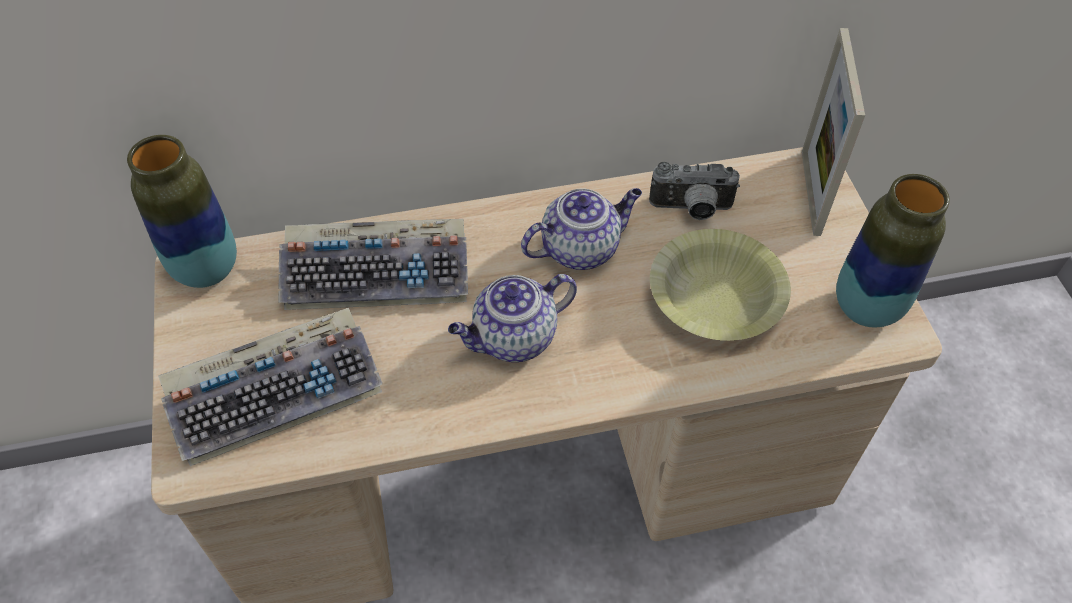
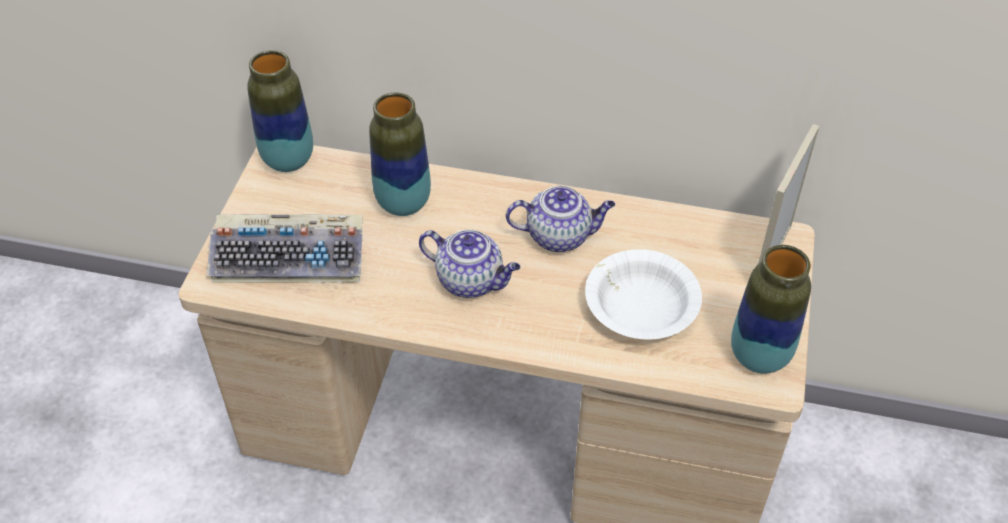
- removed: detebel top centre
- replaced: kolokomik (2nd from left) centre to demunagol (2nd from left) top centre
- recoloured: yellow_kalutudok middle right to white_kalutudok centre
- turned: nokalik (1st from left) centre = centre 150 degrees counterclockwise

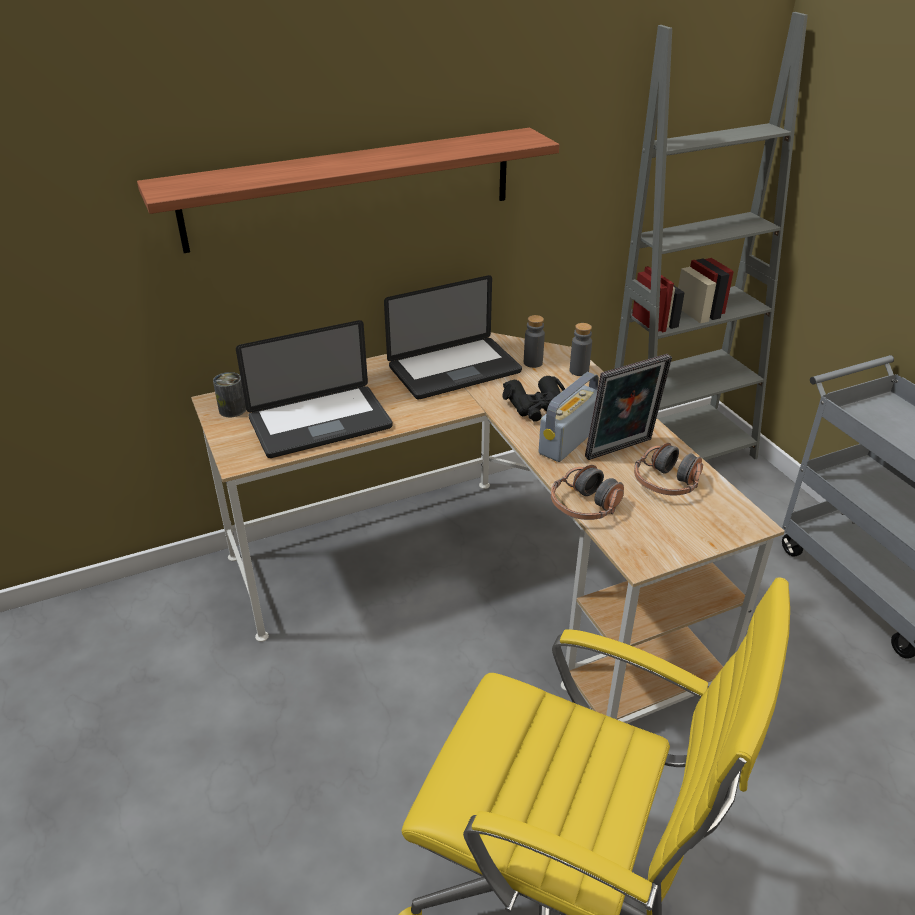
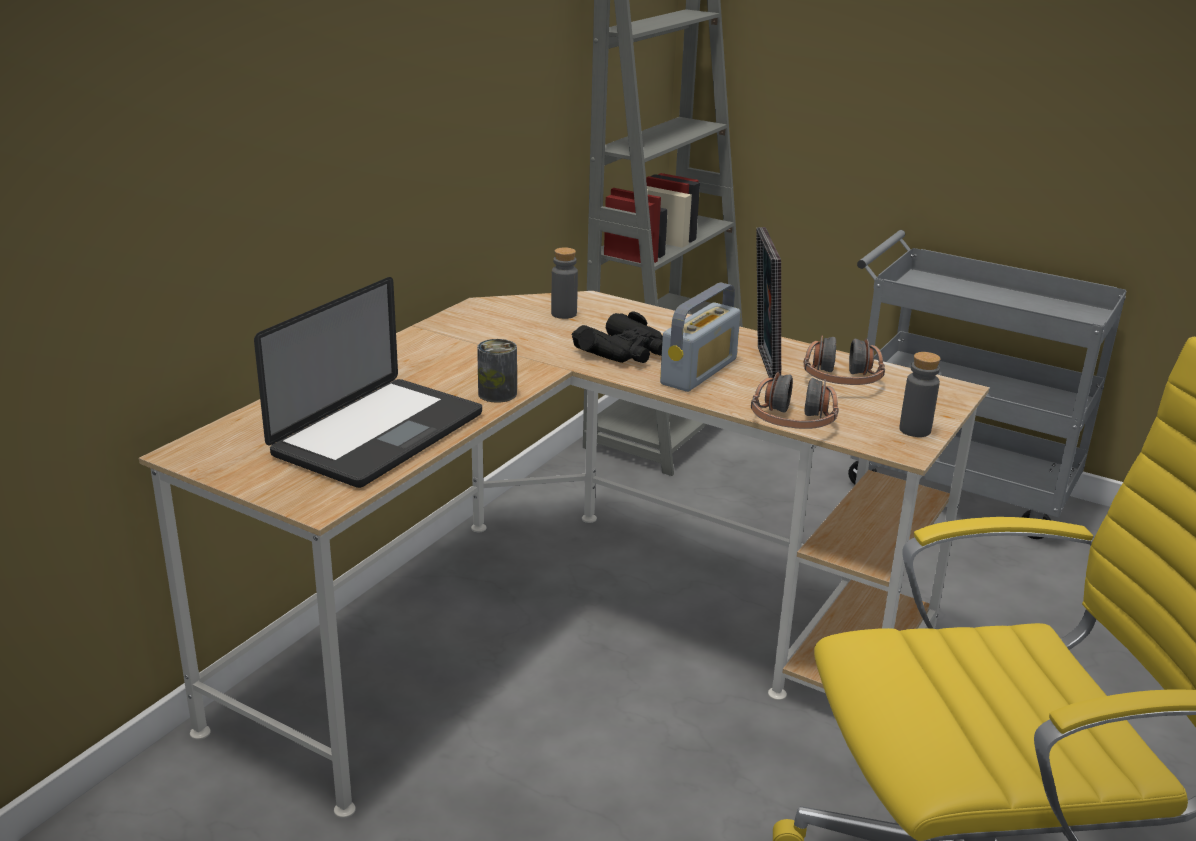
- removed: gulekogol top centre
- removed: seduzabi (2nd from left) centre
- moved: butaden middle left to centre
- moved: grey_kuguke (2nd from left) centre to middle right
- turned: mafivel centre = centre 150 degrees counterclockwise
- turned: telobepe middle right = centre 150 degrees clockwise

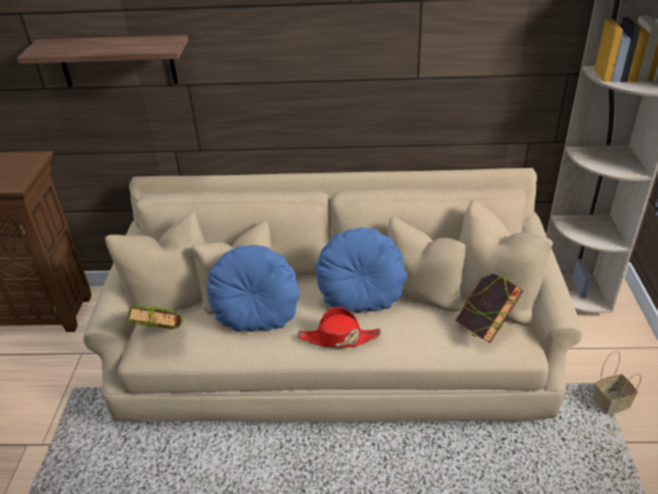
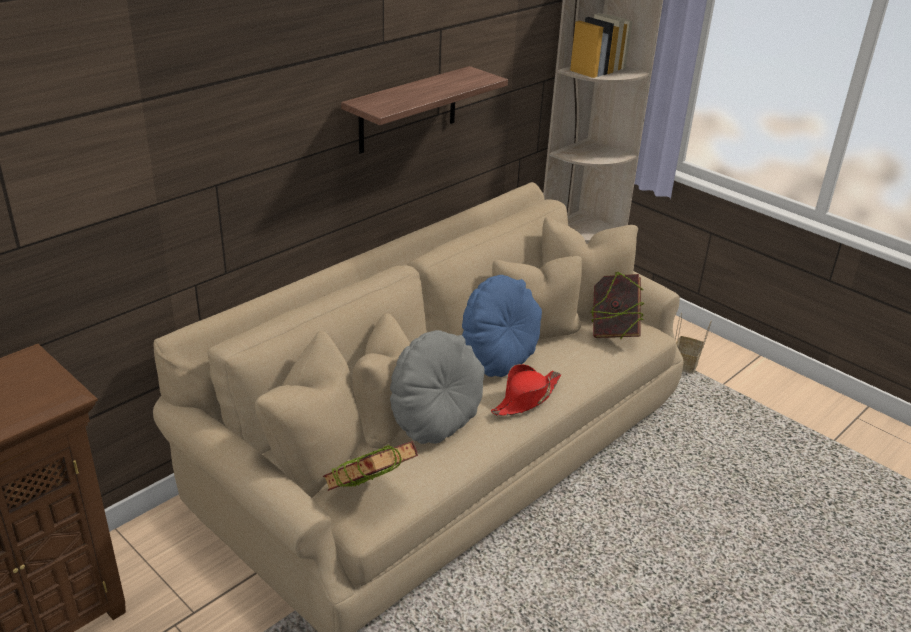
- moved: gulekogol top left to top centre
- recoloured: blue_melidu (1st from left) centre to grey_melidu centre

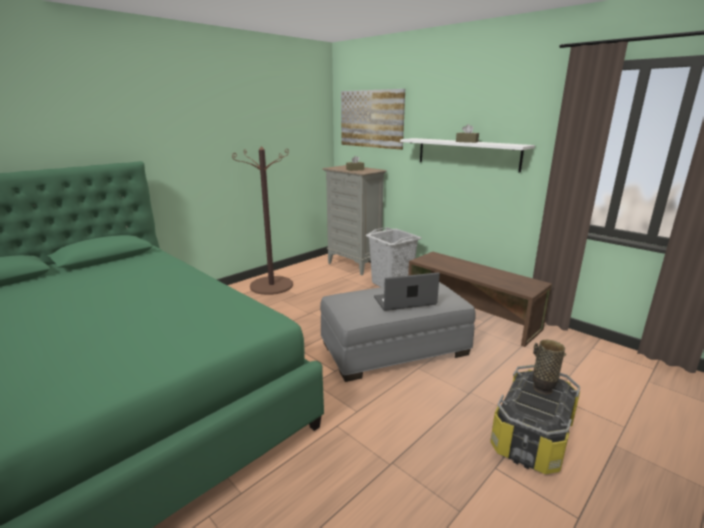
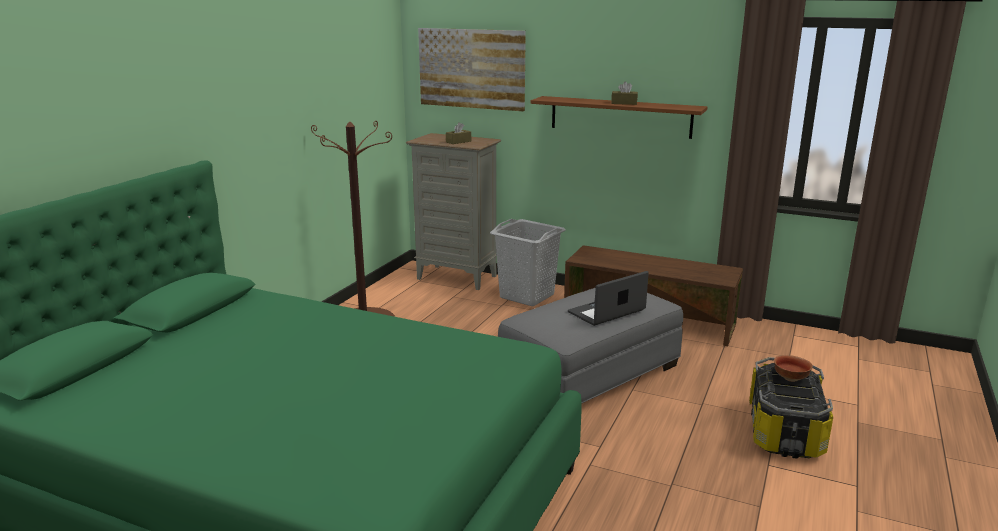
- replaced: demunagol bottom right to kalutudok bottom right
- recoloured: white_gulekogol top centre to brown_gulekogol top centre

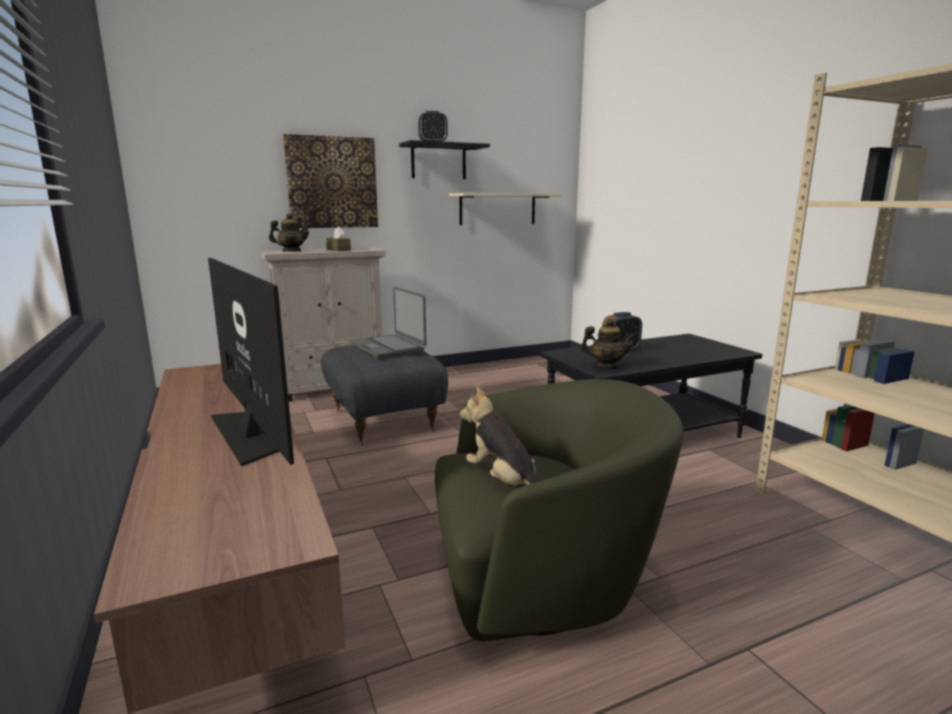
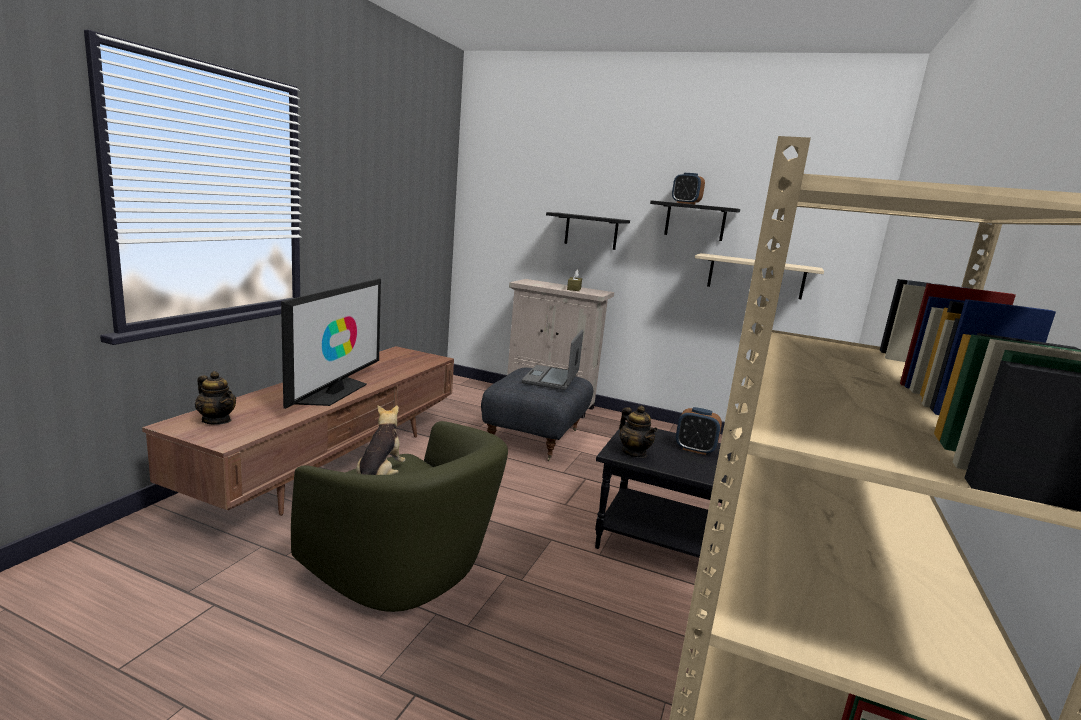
- moved: nokalik (1st from left) top left to middle left
- replaced: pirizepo top centre to black_gulekogol (1st from left) top centre

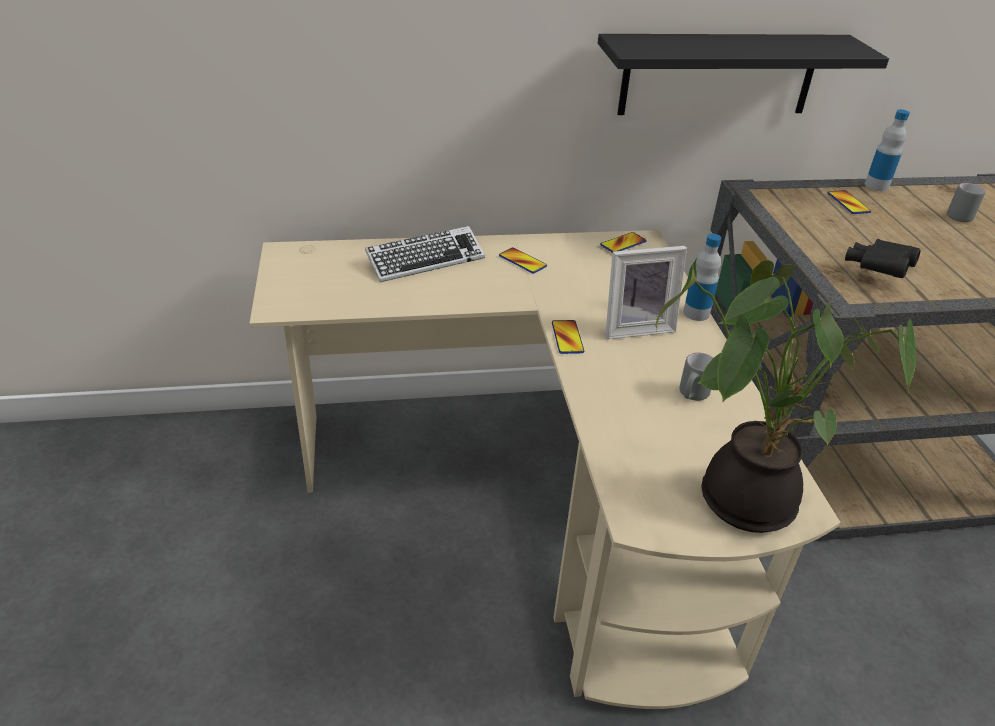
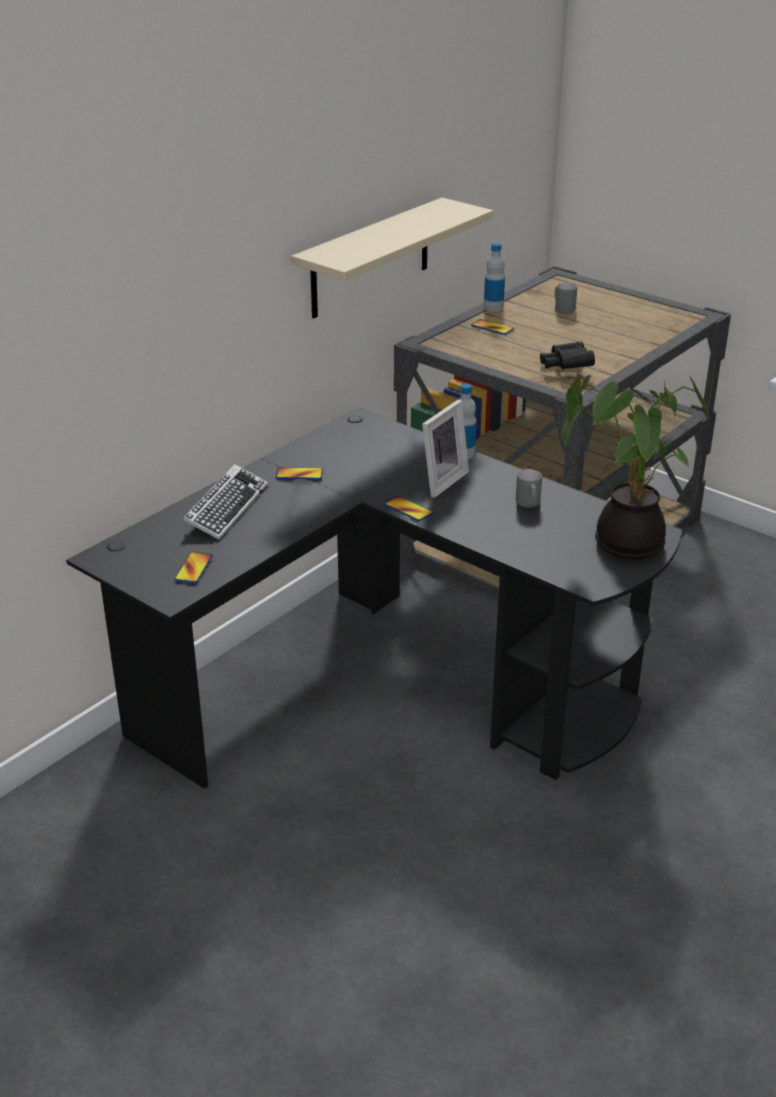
- moved: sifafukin (3rd from left in the first image) centre to sifafukin (1st from left) middle left
- recoloured: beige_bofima centre to black_bofima centre
- recoloured: black_gulekogol top right to beige_gulekogol top centre

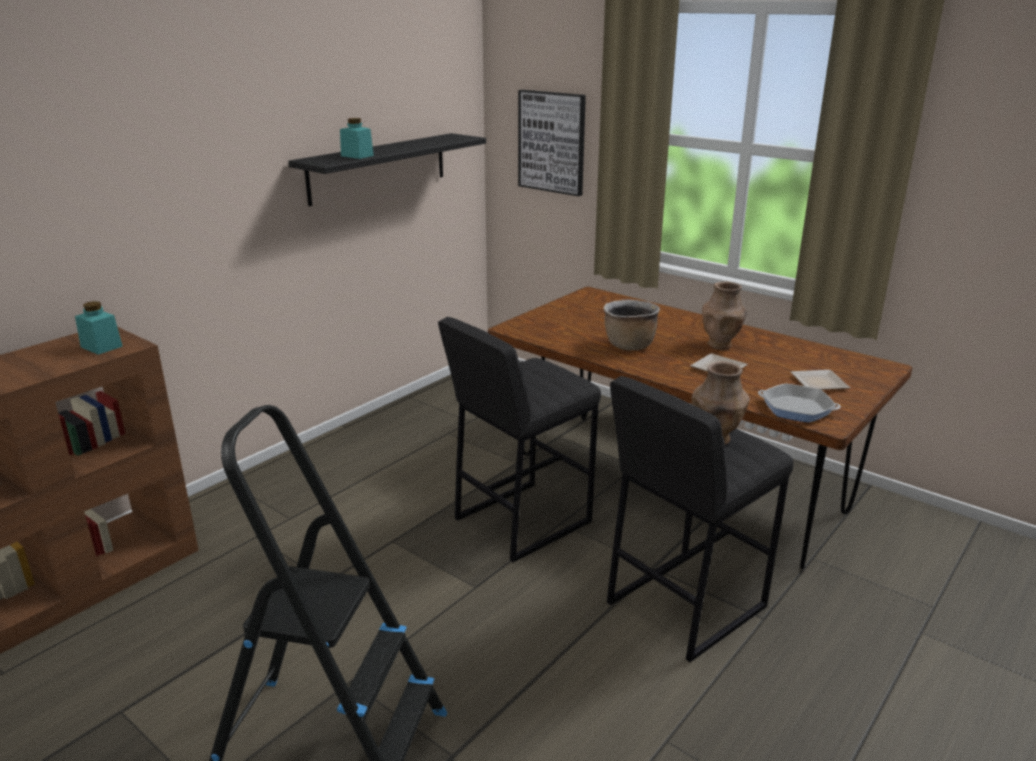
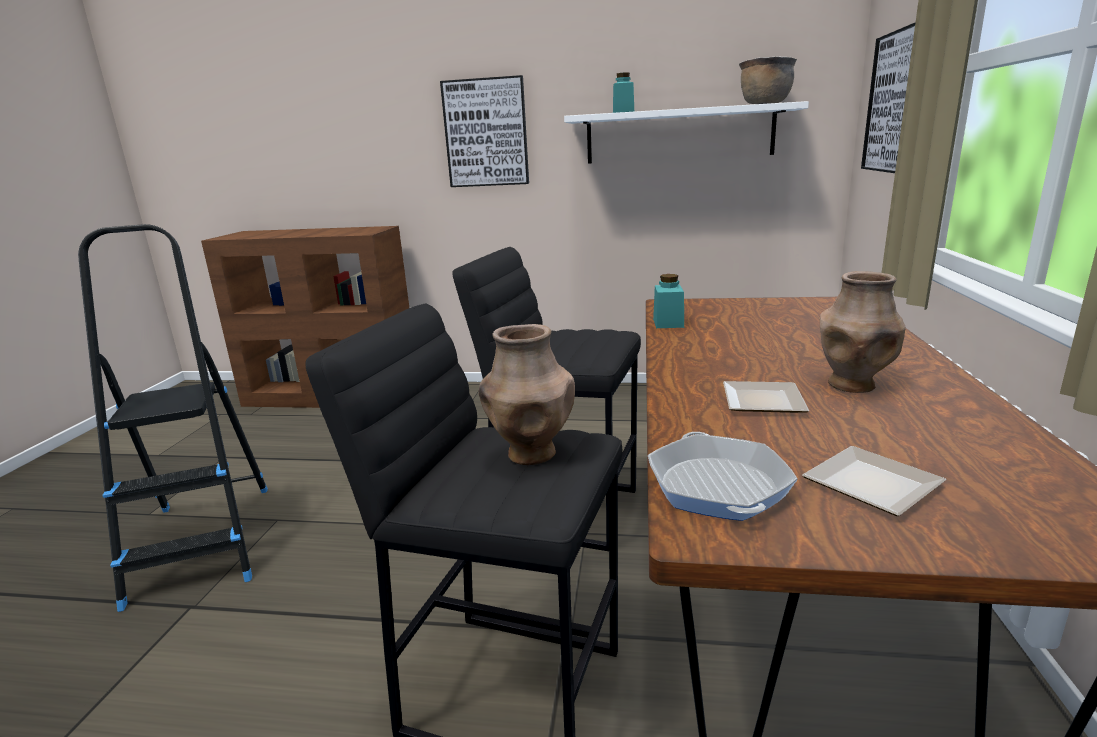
- added: pirizepo (1st from left) top centre
- moved: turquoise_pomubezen (1st from left in the first image) middle left to turquoise_pomubezen (2nd from left) centre
- moved: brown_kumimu centre to top right
- recoloured: black_gulekogol top centre to white_gulekogol top centre

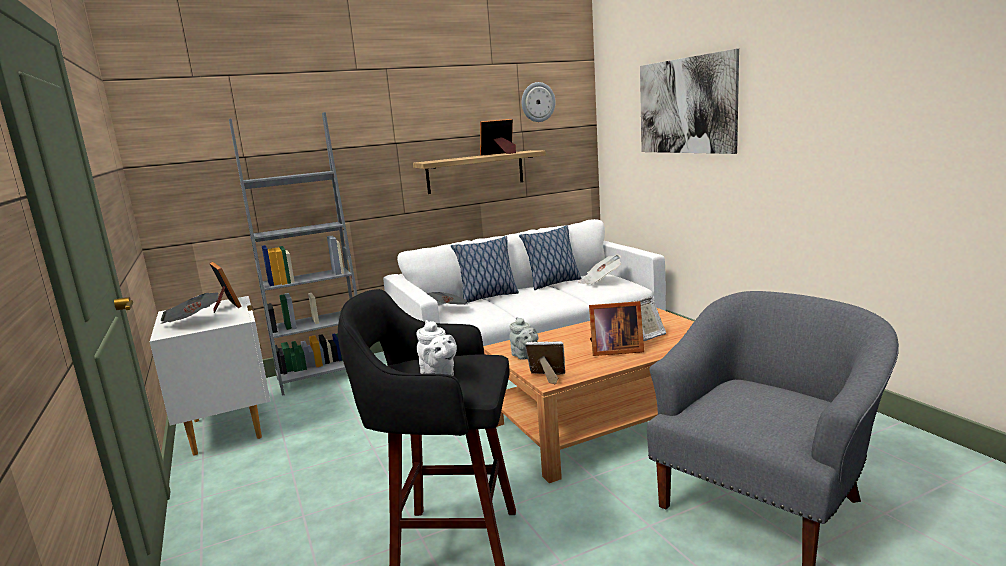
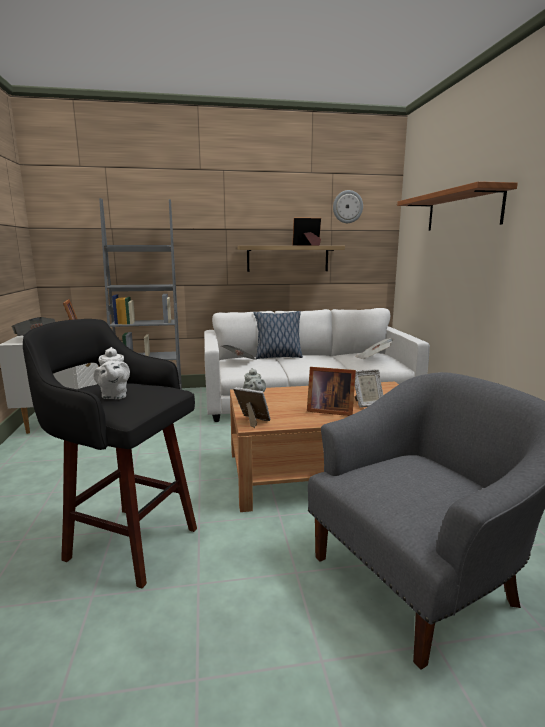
- removed: melidu (2nd from left) centre
- replaced: pirizepo top right to gulekogol (2nd from left) top right

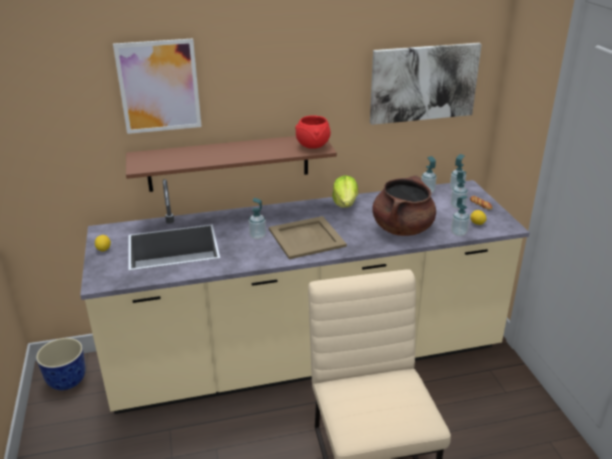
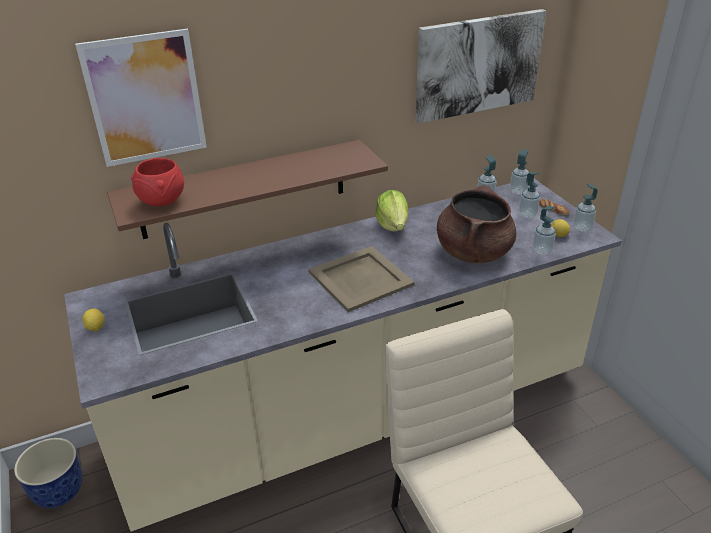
- moved: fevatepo (1st from left in the first image) centre to fevatepo (5th from left) middle right
- moved: red_kalutudok top centre to middle left

